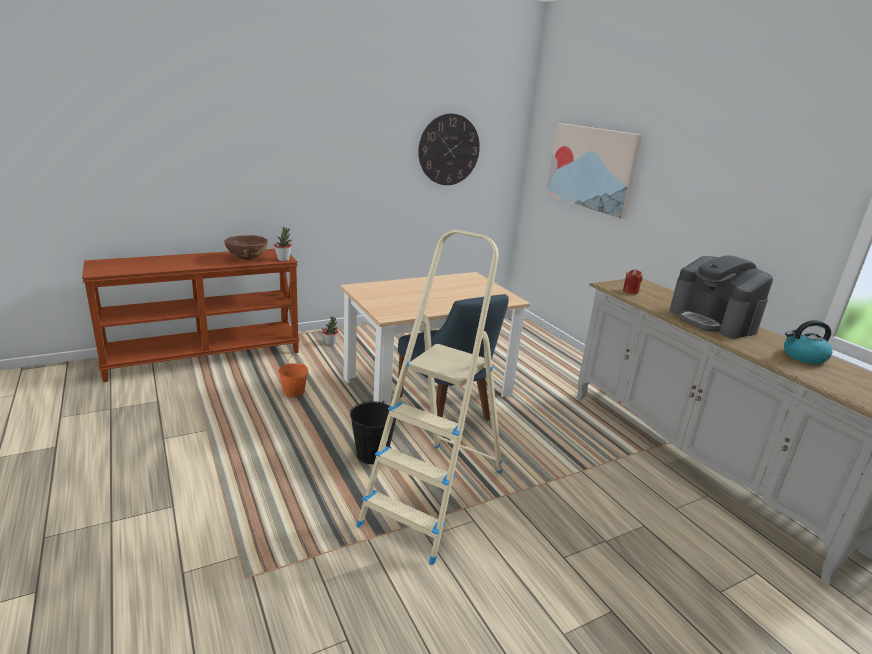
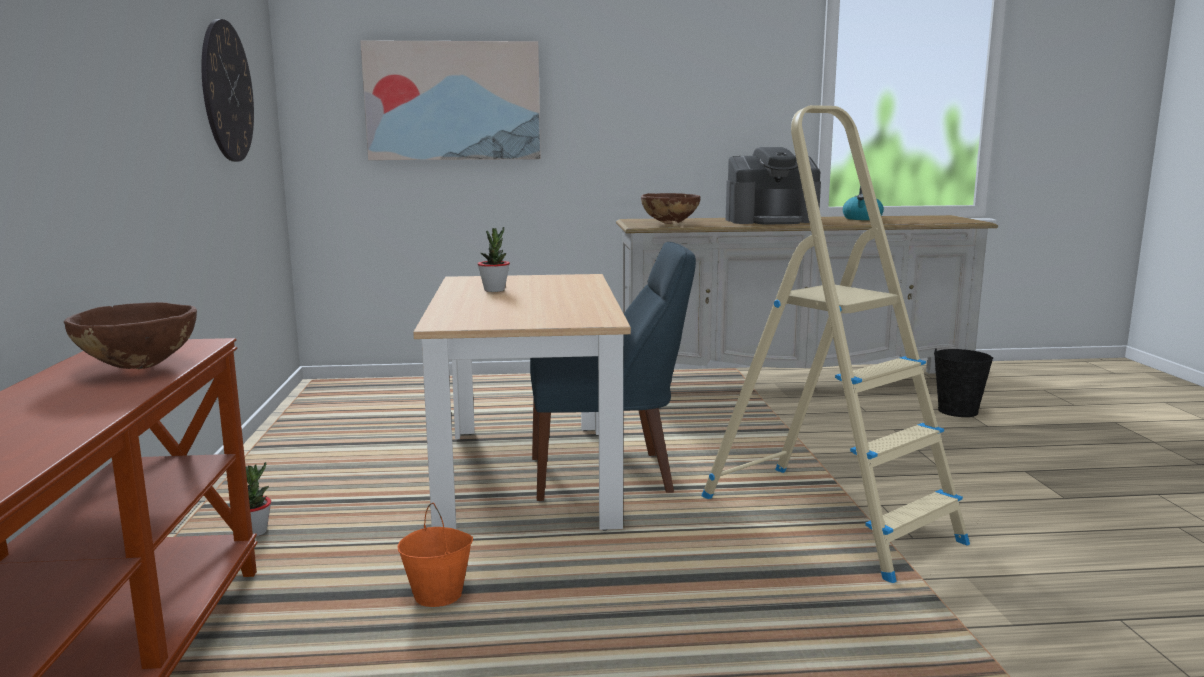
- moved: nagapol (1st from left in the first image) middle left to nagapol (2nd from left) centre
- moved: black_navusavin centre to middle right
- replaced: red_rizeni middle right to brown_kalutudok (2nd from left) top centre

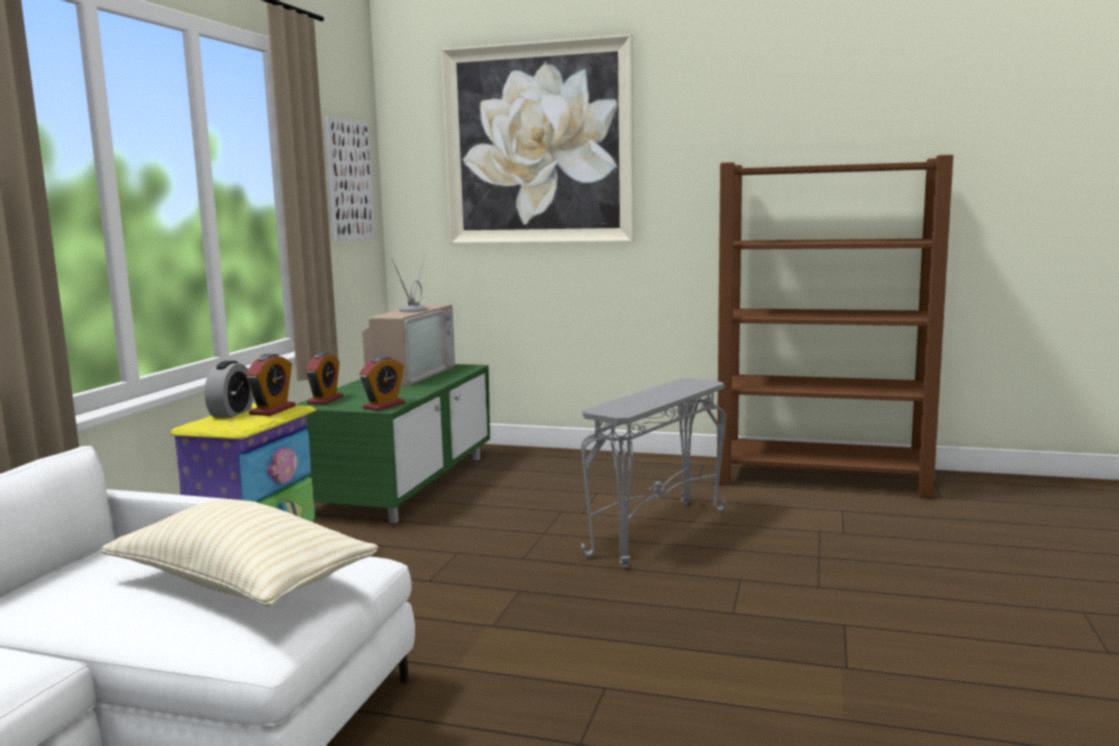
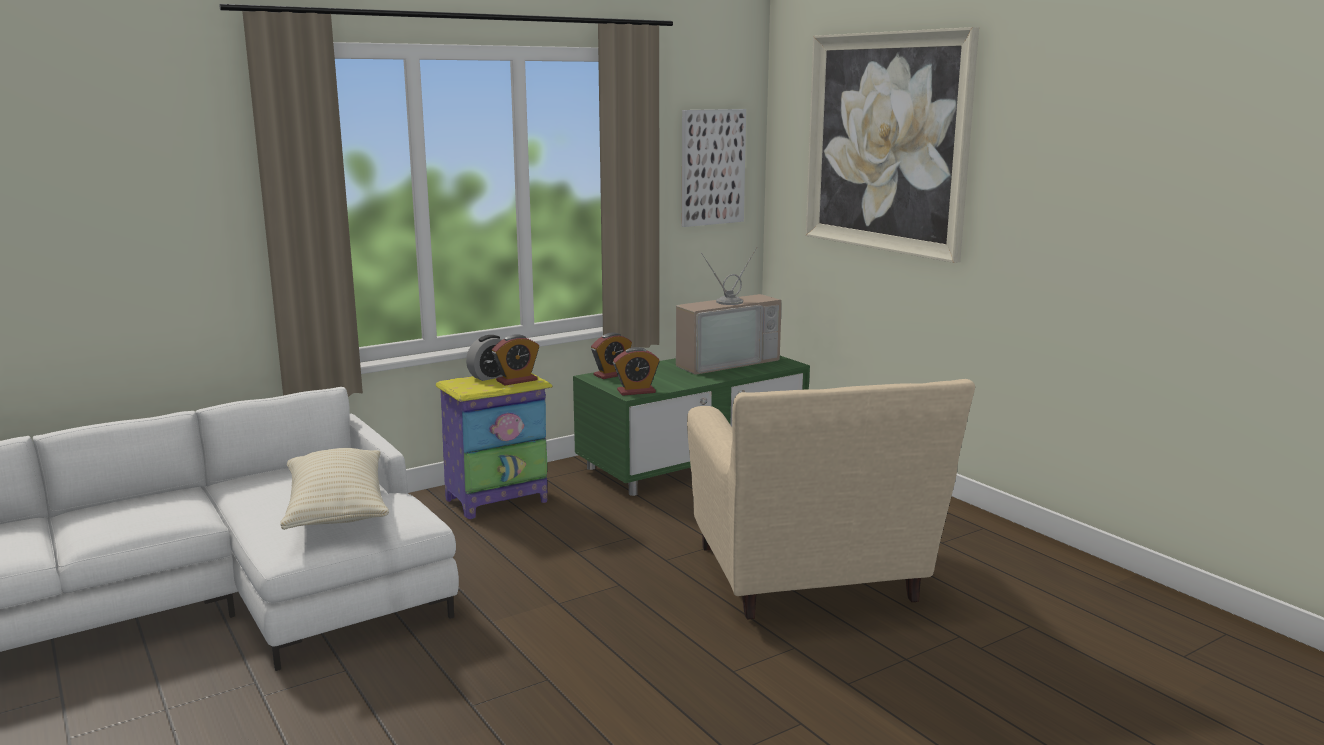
- removed: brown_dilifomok middle right
- replaced: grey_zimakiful centre to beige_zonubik bottom centre

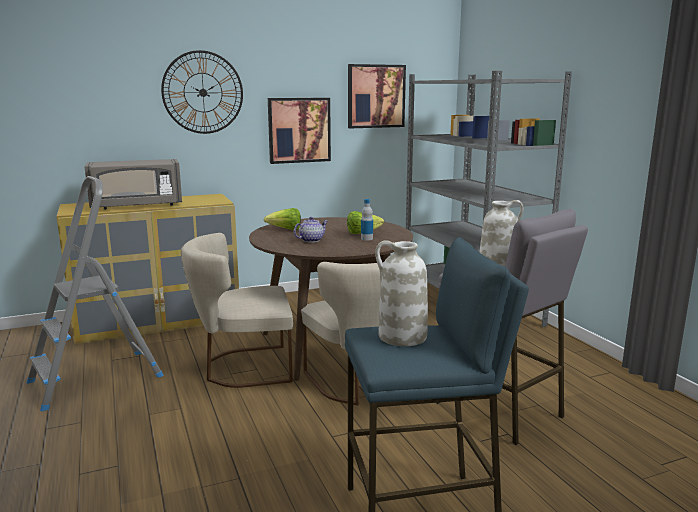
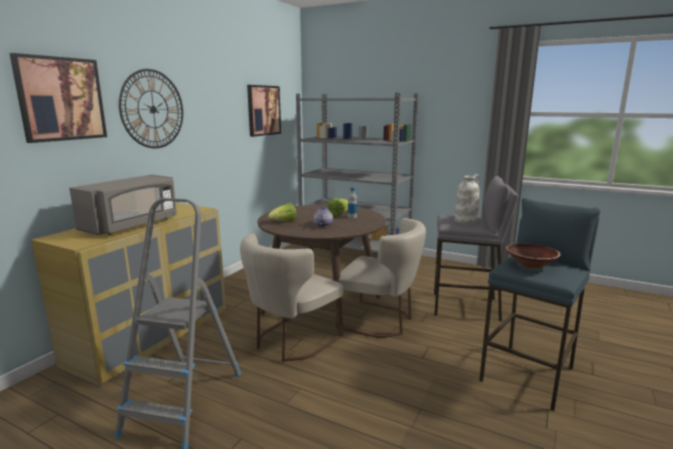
- moved: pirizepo (1st from left) top centre to top left
- replaced: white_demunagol (1st from left) centre to brown_kalutudok middle right

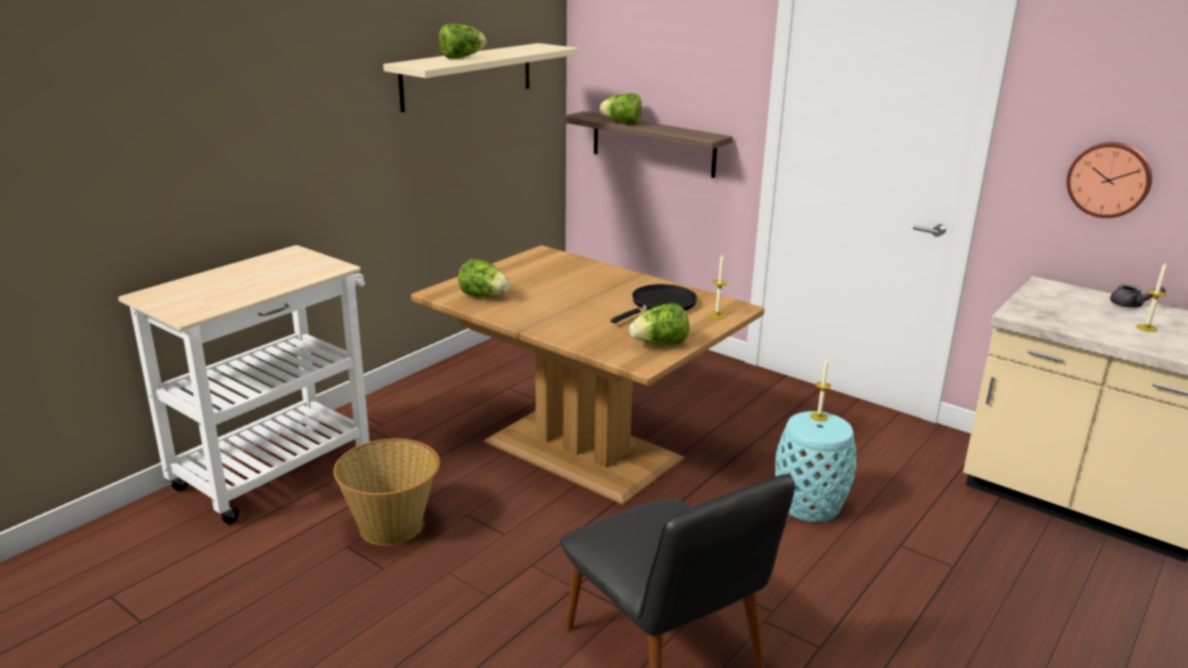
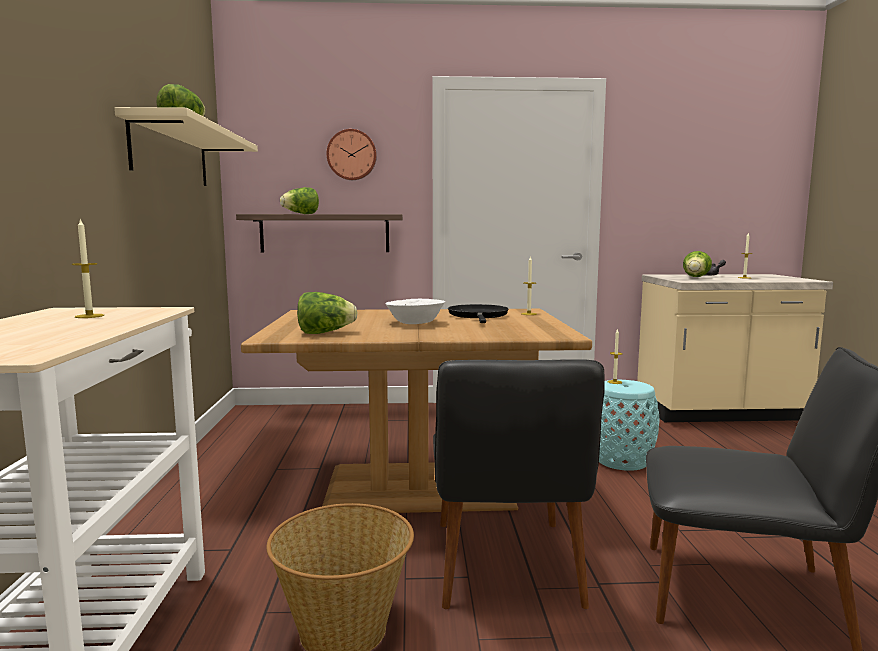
- added: rizeni (1st from left) middle left
- added: white_kalutudok centre
- added: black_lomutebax (1st from left) bottom centre
- moved: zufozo (4th from left) centre to middle right
- moved: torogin top right to top centre

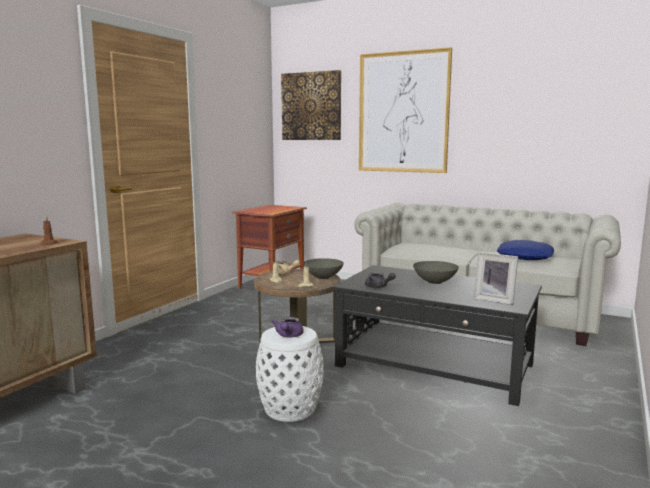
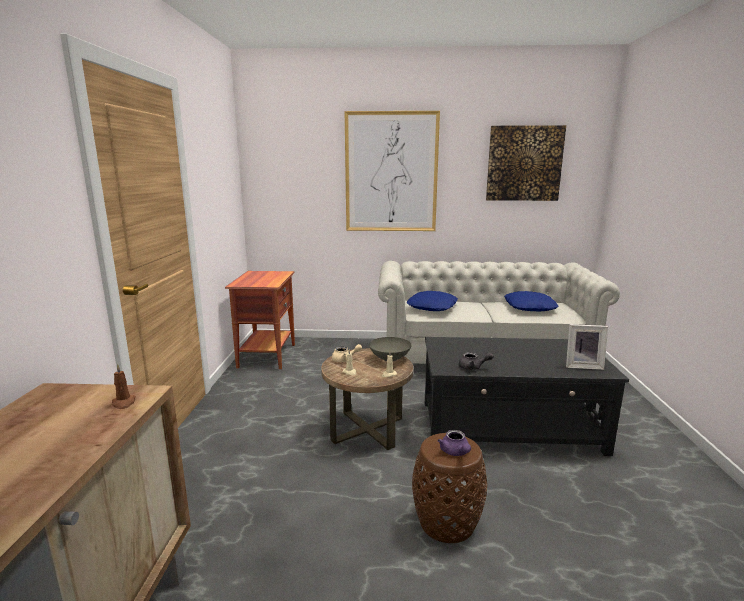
- removed: grey_kalutudok (2nd from left) middle right
- added: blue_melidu (1st from left) centre
- moved: pirizepo (1st from left in the first image) top centre to pirizepo (2nd from left) top right
- recoloured: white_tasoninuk bottom centre to brown_tasoninuk bottom centre

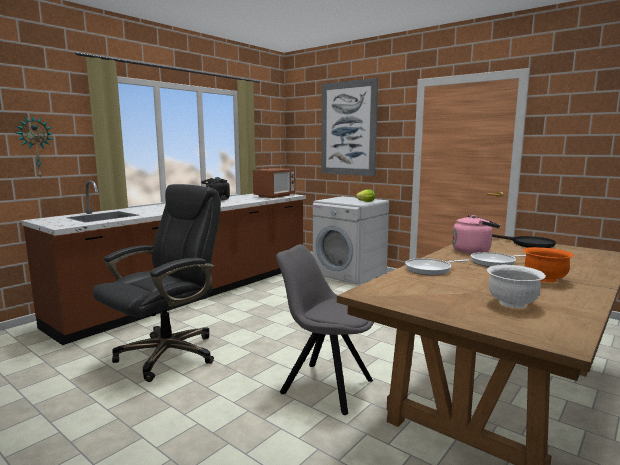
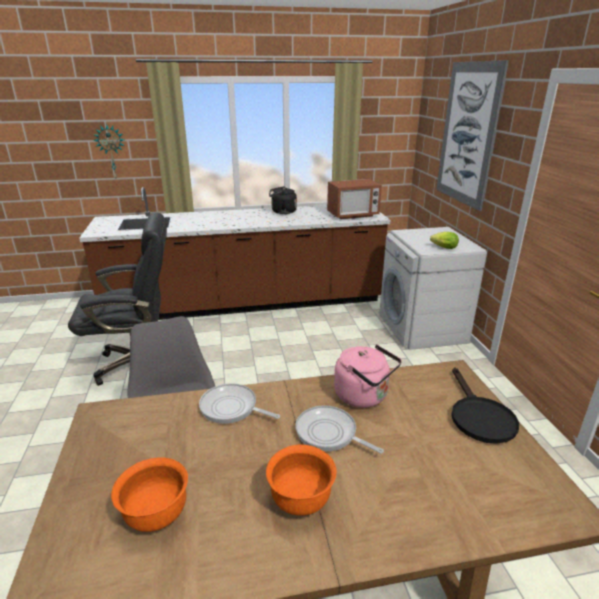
- recoloured: white_kalutudok middle right to orange_kalutudok (1st from left) bottom left

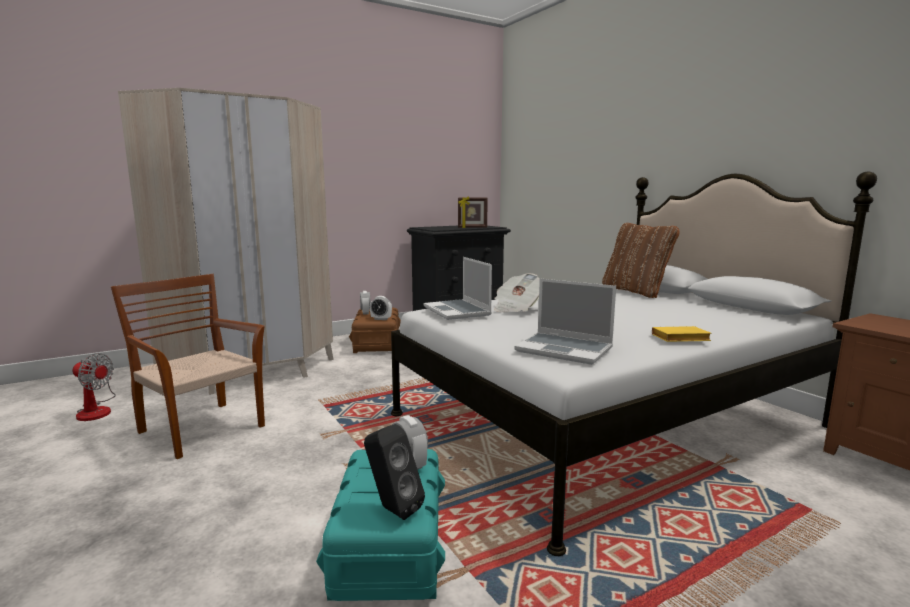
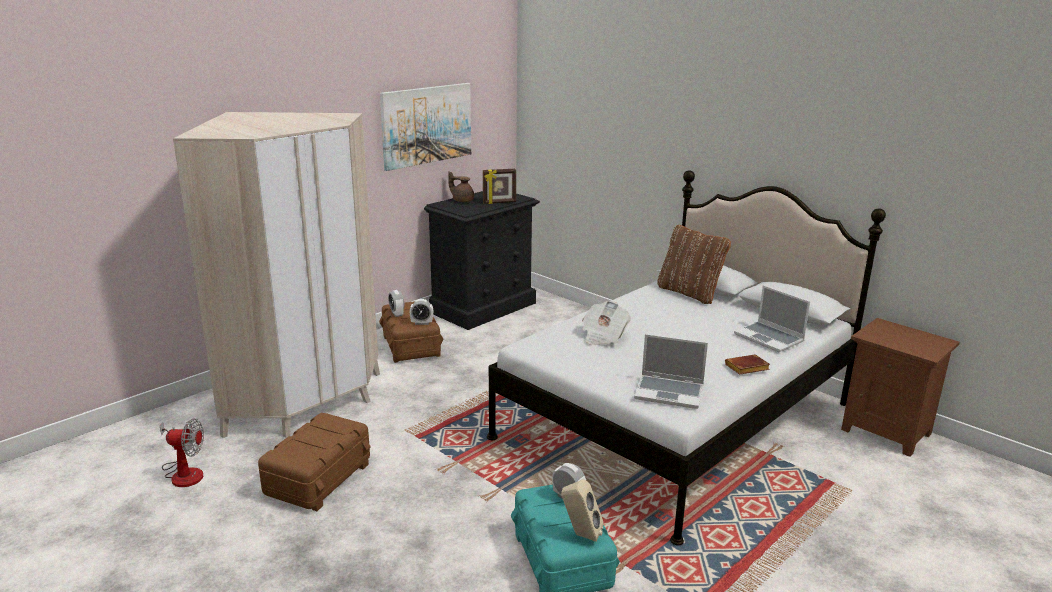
- added: pirizepo top centre
- added: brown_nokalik top centre
- moved: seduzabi (1st from left in the first image) centre to seduzabi (2nd from left) middle right
- replaced: brown_zonubik middle left to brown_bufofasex (1st from left) bottom left
- recoloured: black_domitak bottom centre to beige_domitak bottom centre
- recoloured: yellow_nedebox middle right to brown_nedebox middle right

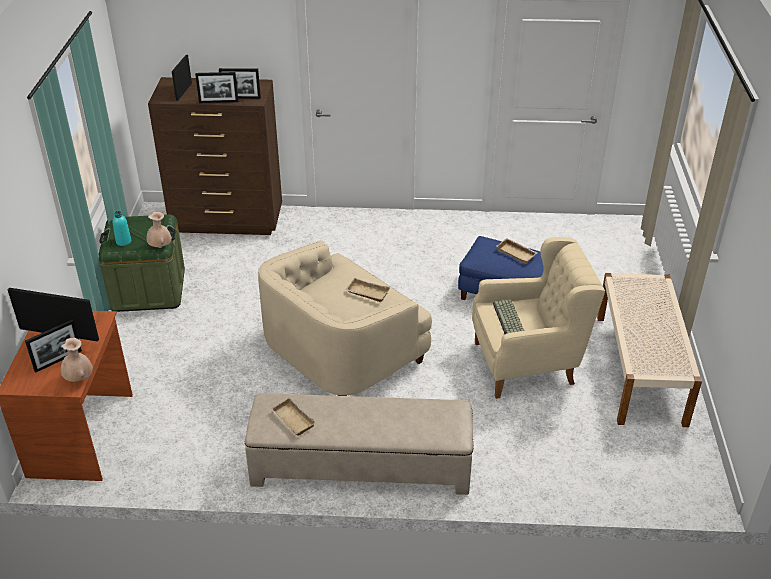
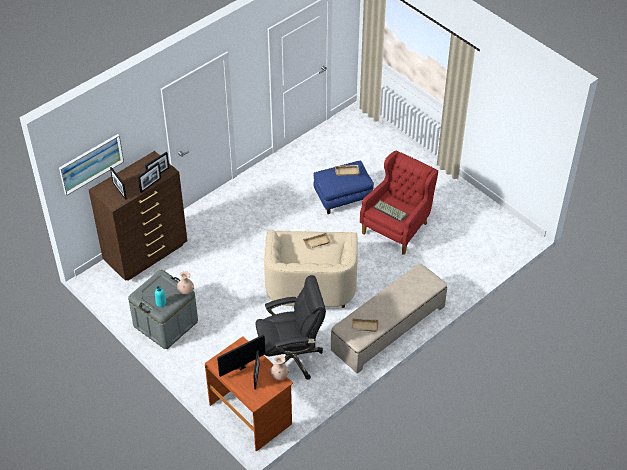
- removed: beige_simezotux (2nd from left) middle right
- added: pirizepo middle left
- added: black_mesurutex bottom centre
- recoloured: green_bufofasex middle left to grey_bufofasex middle left
- recoloured: beige_zonubik (2nd from left) middle right to red_zonubik centre

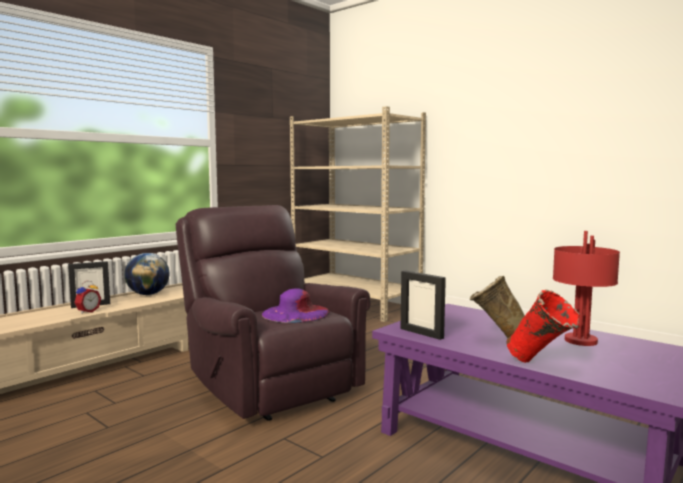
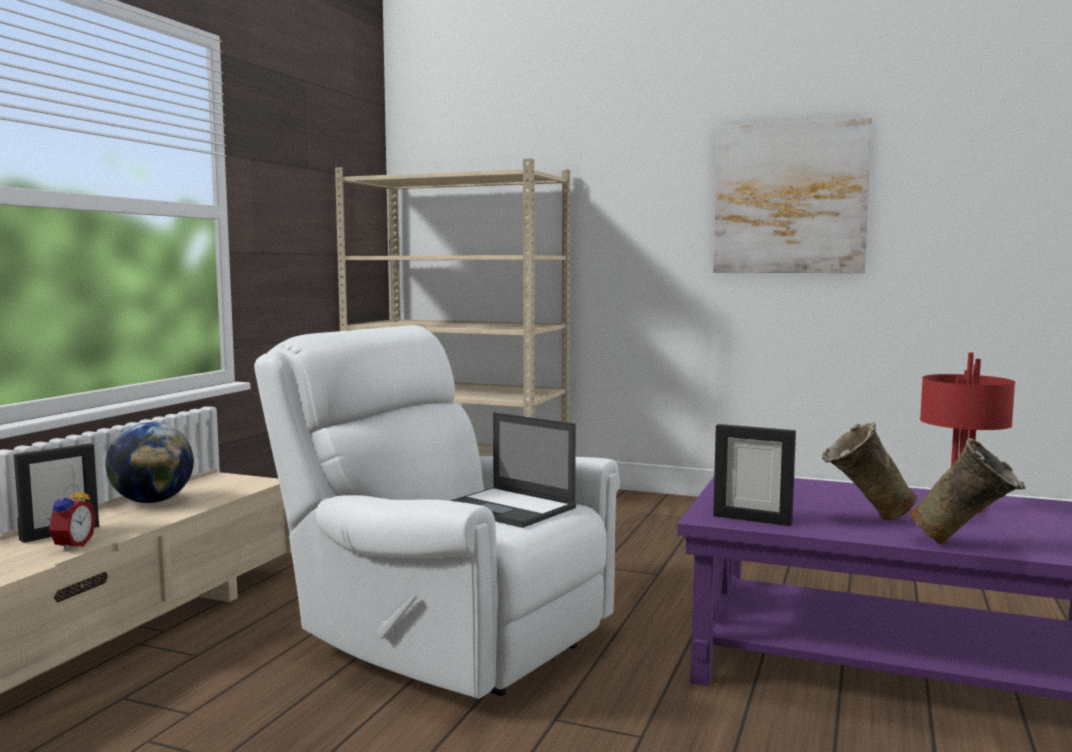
- added: pirizepo top right
- replaced: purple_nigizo centre to seduzabi centre
- recoloured: brown_zonubik centre to white_zonubik bottom centre
- recoloured: red_demunagol bottom right to beige_demunagol (2nd from left) middle right

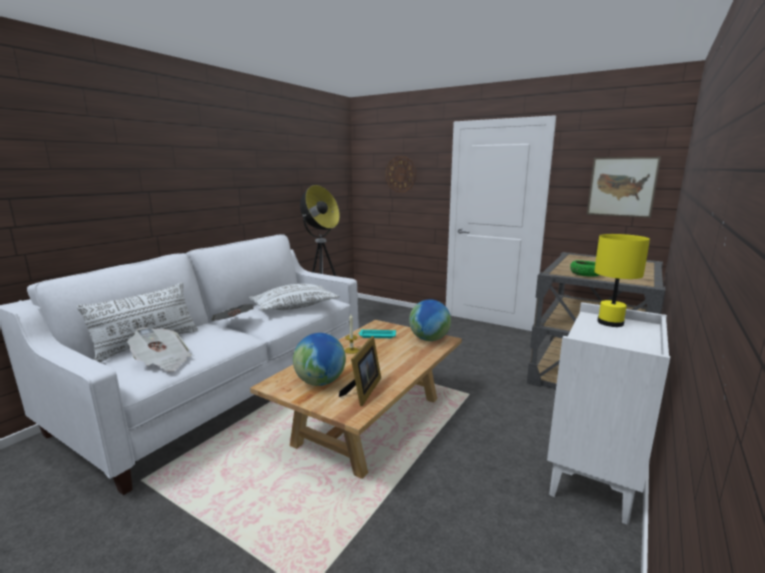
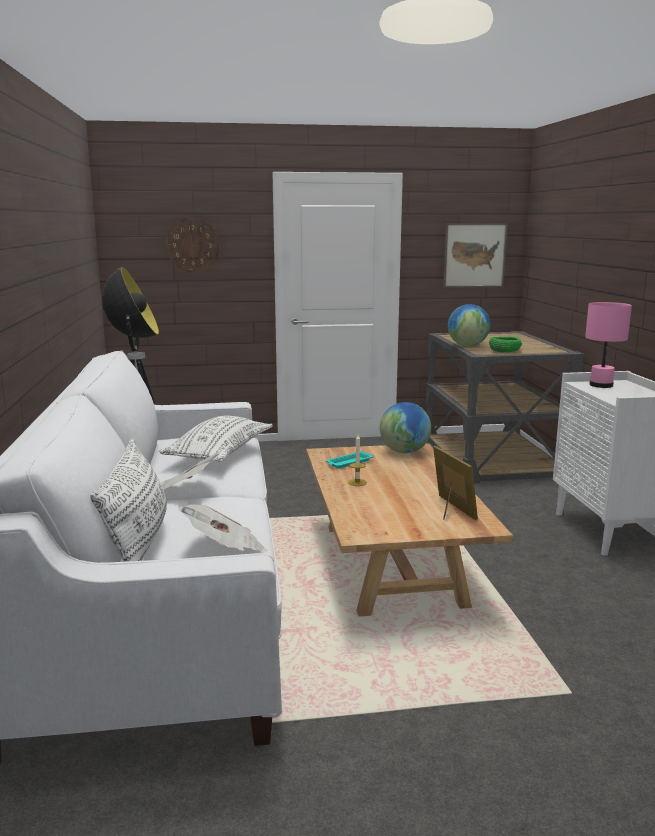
- moved: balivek (1st from left in the first image) centre to balivek (2nd from left) middle right
- recoloured: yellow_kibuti middle right to pink_kibuti middle right

